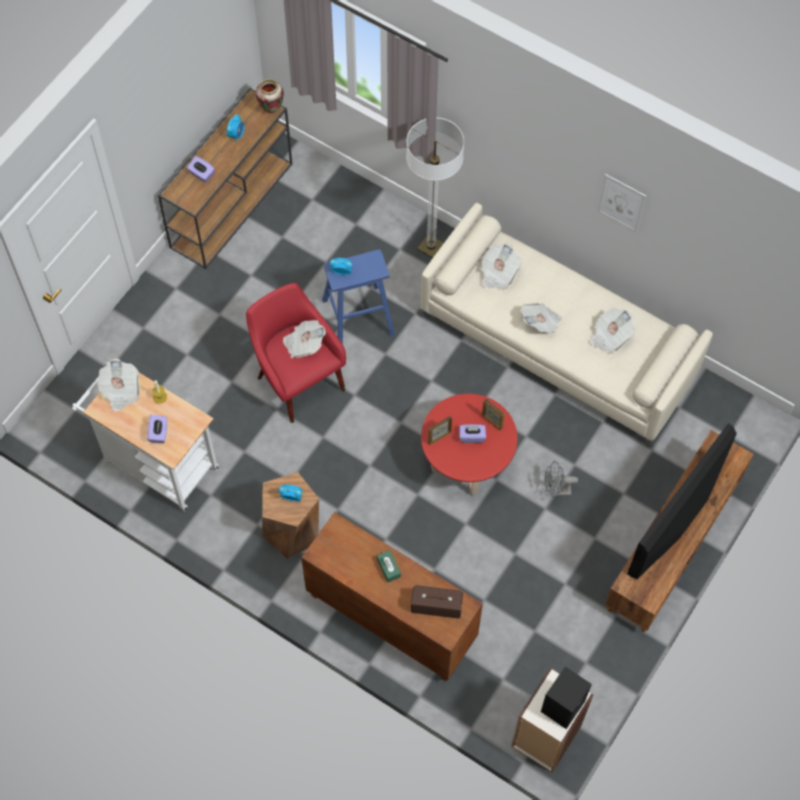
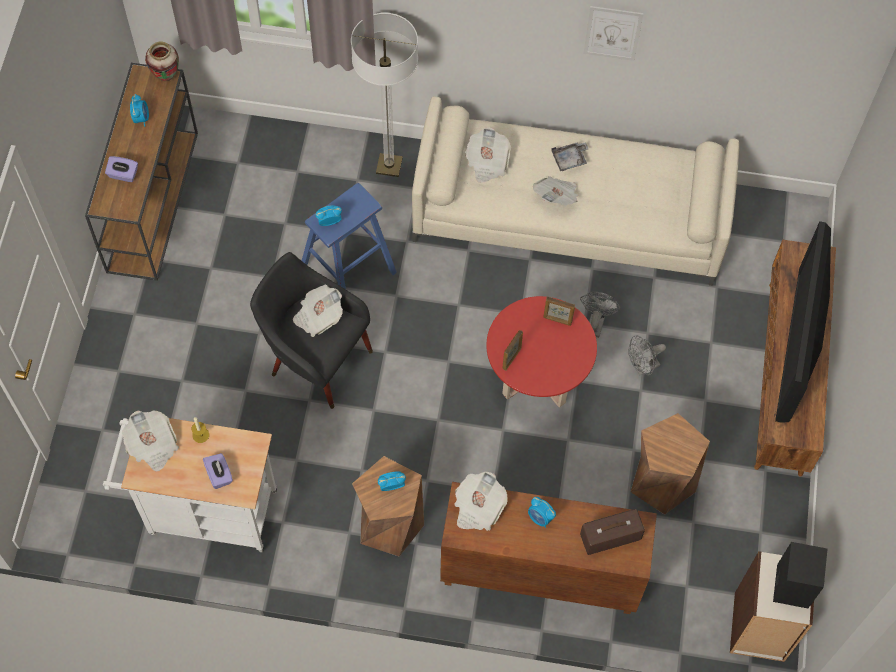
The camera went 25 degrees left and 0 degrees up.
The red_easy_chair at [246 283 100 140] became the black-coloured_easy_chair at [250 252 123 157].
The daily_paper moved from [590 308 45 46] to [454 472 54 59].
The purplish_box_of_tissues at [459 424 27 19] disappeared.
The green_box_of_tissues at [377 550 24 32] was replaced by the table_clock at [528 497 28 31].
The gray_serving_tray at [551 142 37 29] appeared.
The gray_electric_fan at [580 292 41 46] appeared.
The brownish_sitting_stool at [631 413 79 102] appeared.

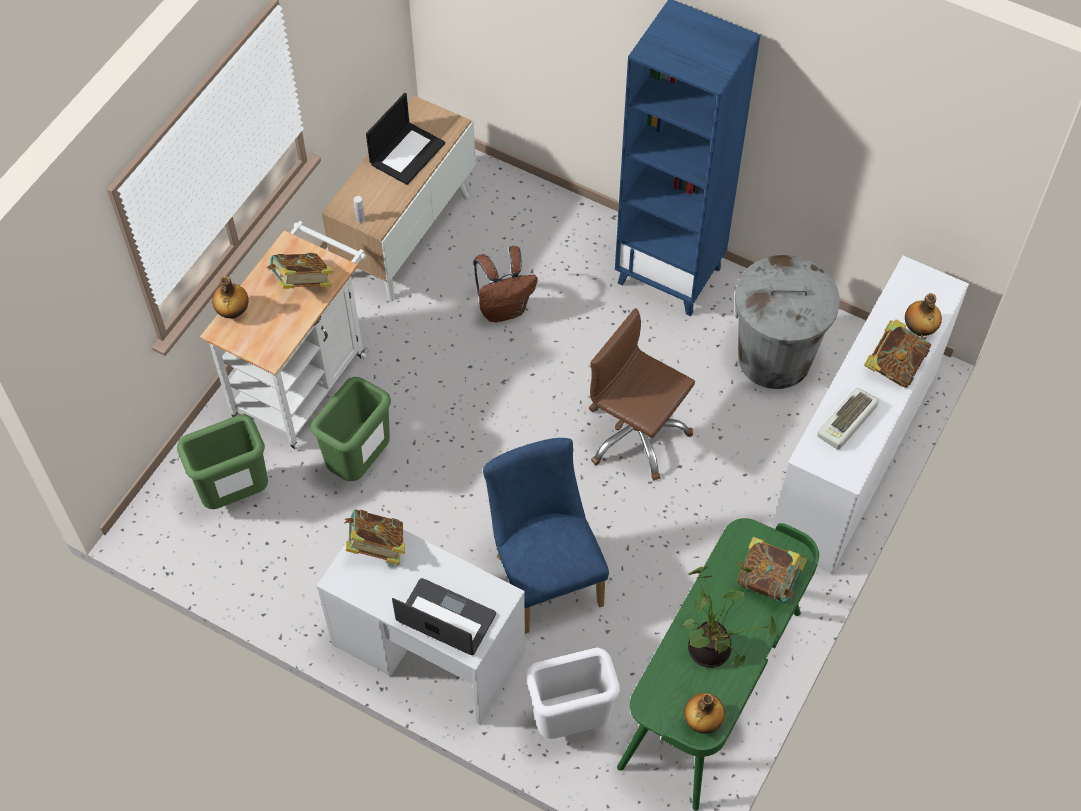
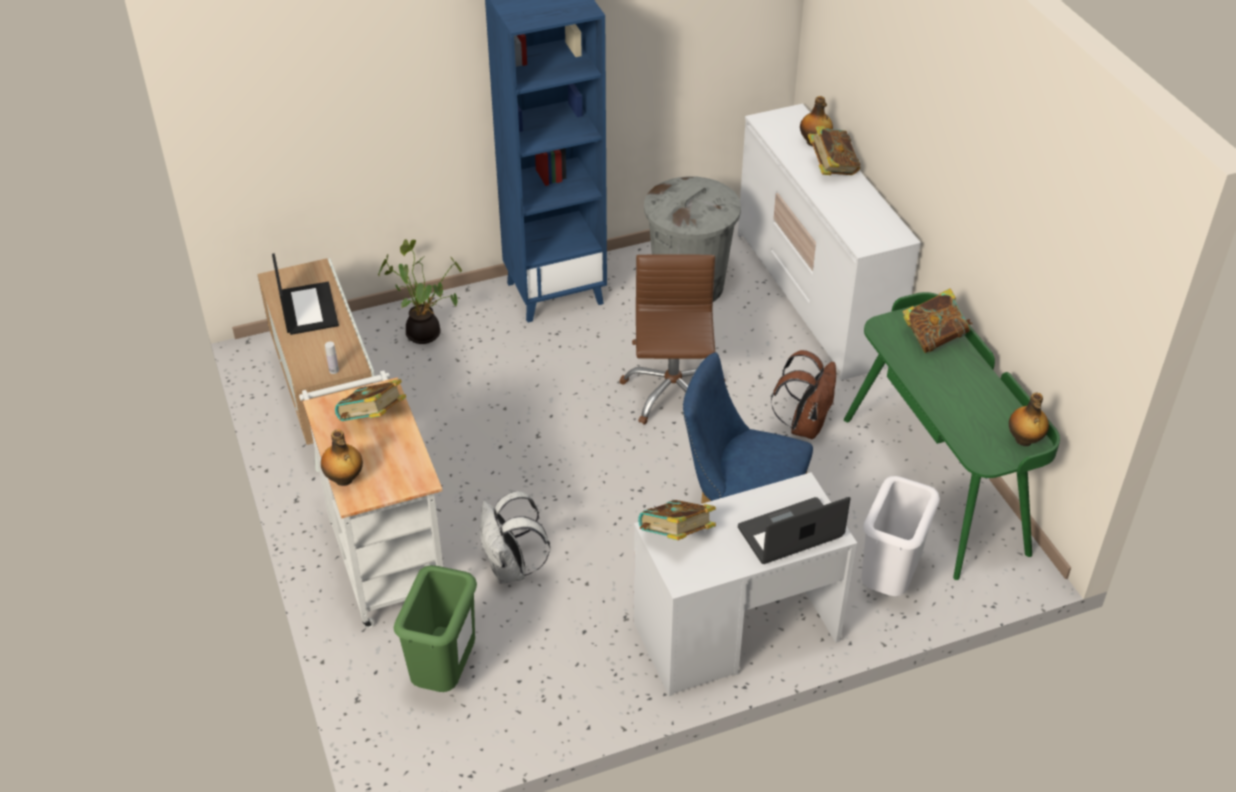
The camera went 50 degrees left and 15 degrees down.
The brownish_rucksack moved from [473 246 65 76] to [771 350 65 89].
The brownish_office_chair at [589 308 106 173] turned 105 degrees clockwise.
The green_waste_bin at [311 377 80 104] was replaced by the whitish_rucksack at [480 491 70 93].
The PC_keyboard at [817 388 62 62] disappeared.
The plant_in_a_pot moved from [683 561 93 108] to [378 239 84 105].

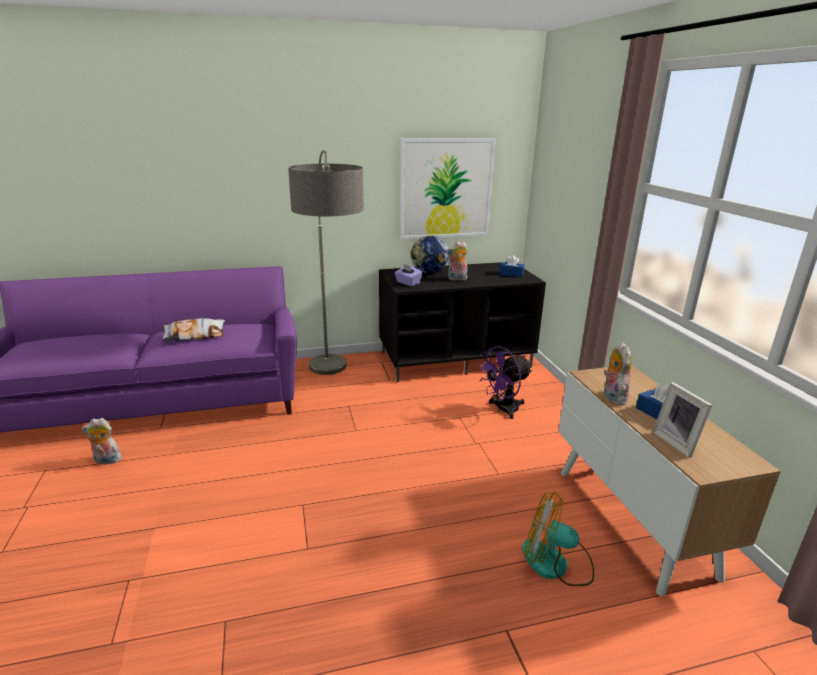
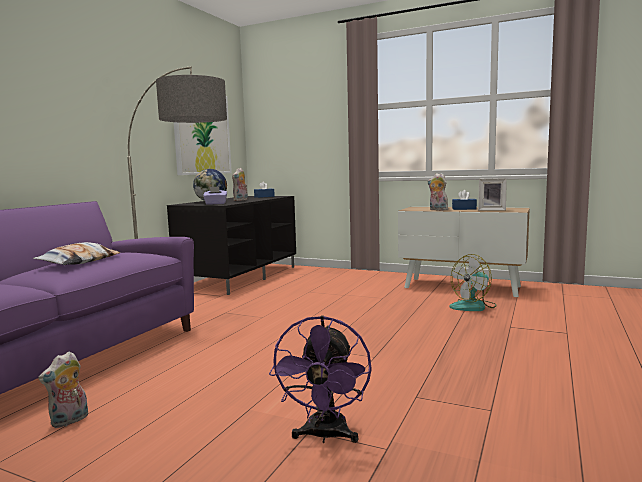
The camera went 50 degrees left and 15 degrees down.
The purplish_electric_fan moved from [477 346 56 73] to [269 316 103 127].

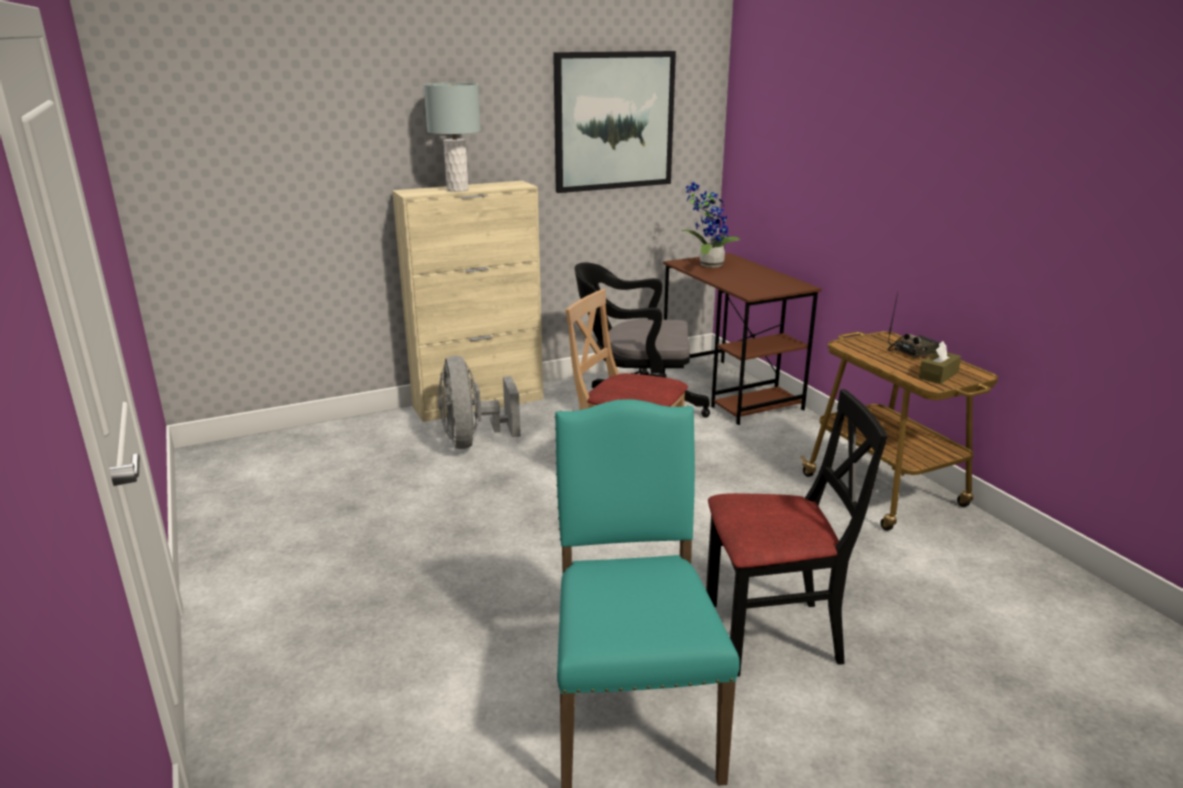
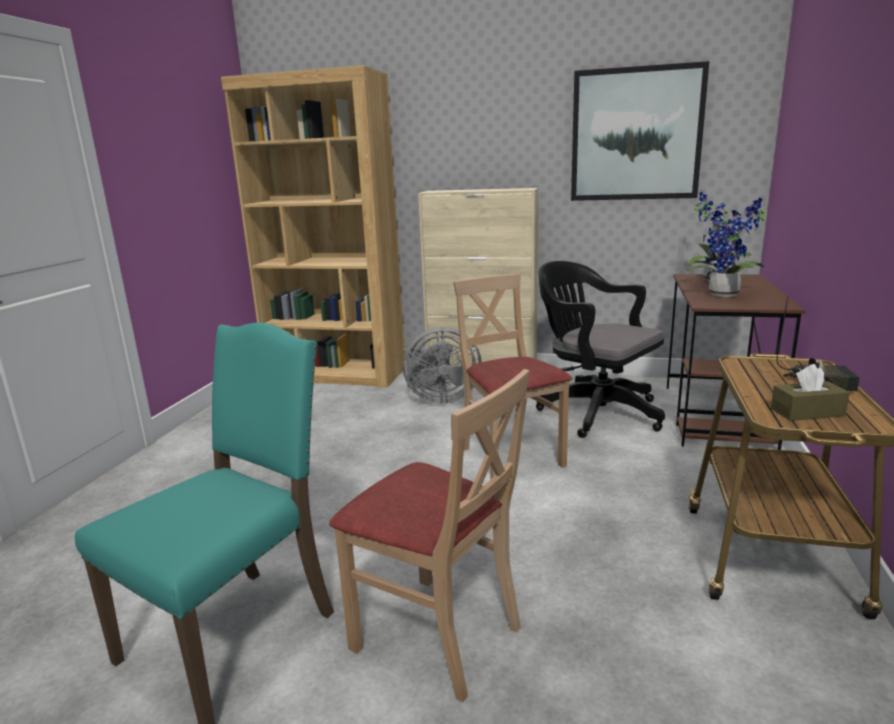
The camera went 40 degrees right and 5 degrees down.
The gray_table_lamp at [424 83 57 109] disappeared.
The gray_electric_fan at [438 356 83 93] turned 120 degrees counterclockwise.
The black-coloured_plain_chair at [706 389 182 288] became the beige-coloured_plain_chair at [329 369 200 333].
The brownish_bookshelf at [221 65 185 323] appeared.
The plant_in_a_pot at [686 197 80 100] appeared.

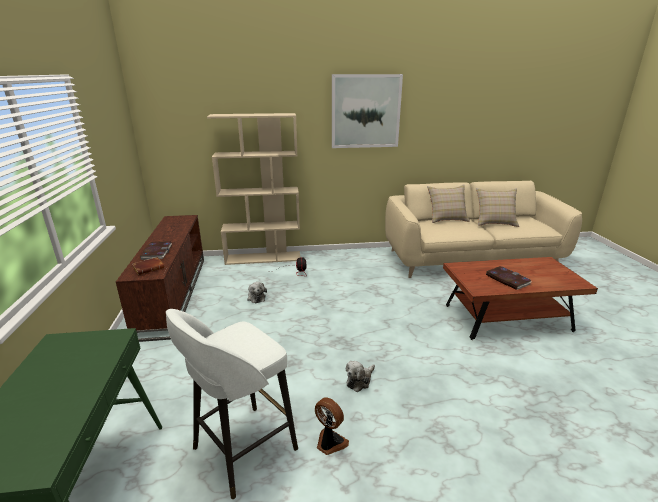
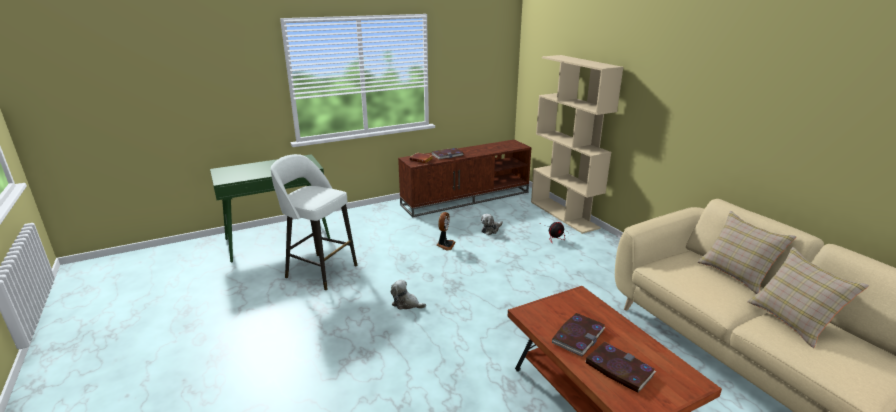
The camera went 70 degrees right and 0 degrees up.
The wall_art at [332 74 71 74] disappeared.
The electric_fan moved from [315 397 34 58] to [437 212 19 39].
The bound_book at [585 342 71 51] appeared.

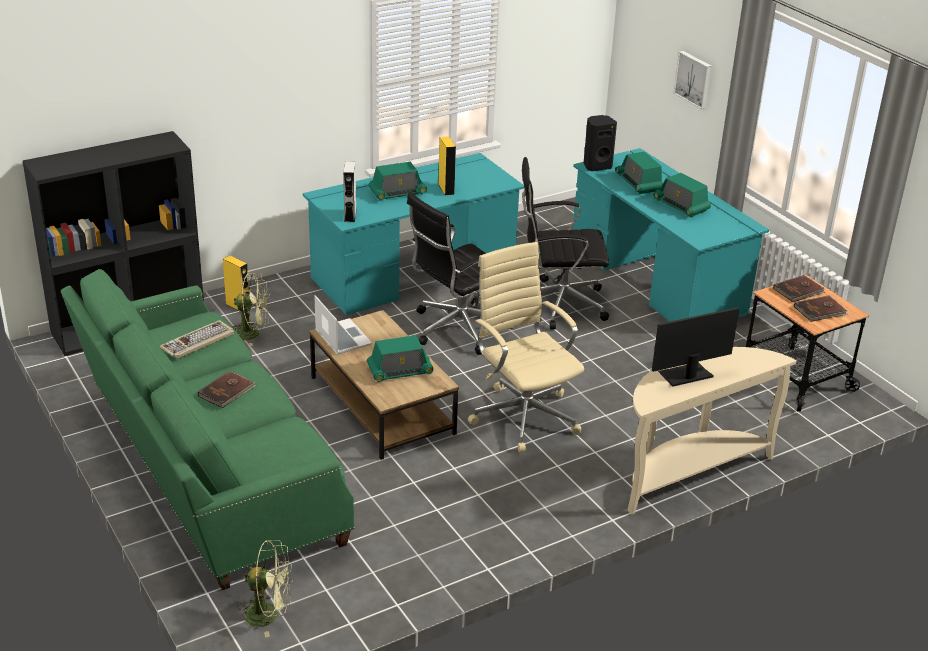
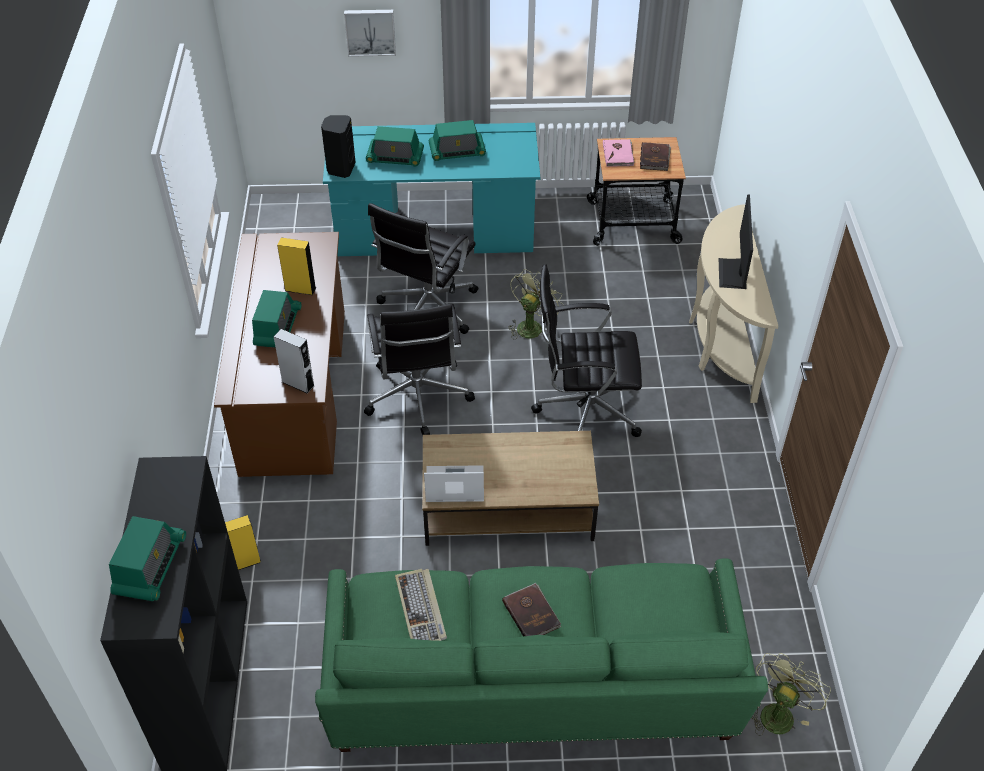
The camera went 60 degrees left and 15 degrees up.
The turquoise_desk_unit at [303 153 222 162] became the brownish_desk_unit at [214 232 131 245].
The beige-coloured_office_chair at [468 242 116 211] became the black-coloured_office_chair at [531 264 111 173].
The green_electric_fan moved from [233 273 38 73] to [508 269 55 70].
The brownish_bound_book at [773 275 52 27] became the pinkish_bound_book at [603 139 31 28].
The radio_receiver moved from [367 335 66 47] to [109 516 77 85].

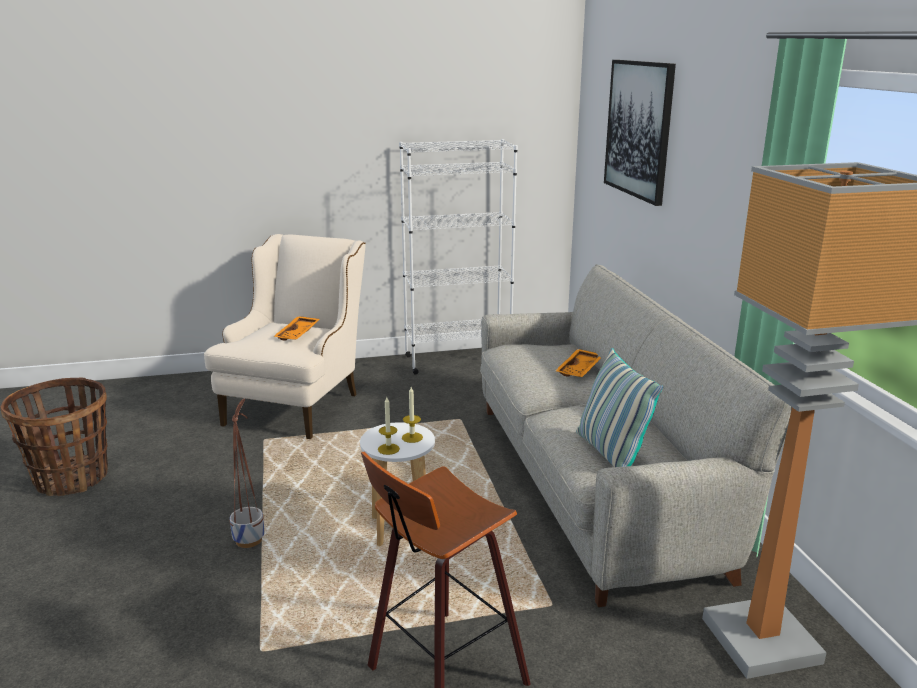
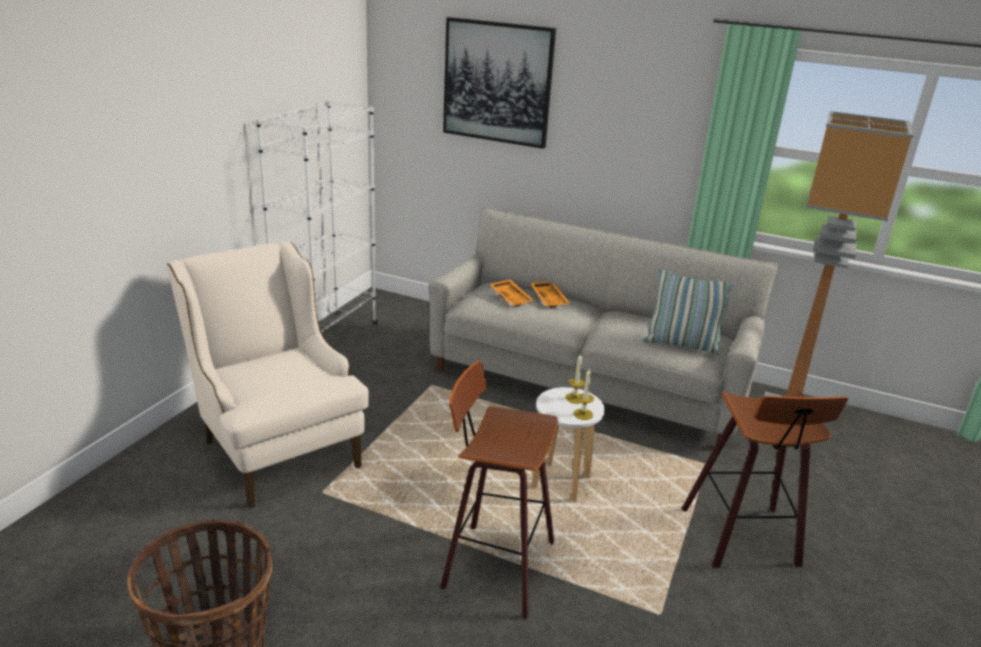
The camera went 55 degrees left and 5 degrees up.
The orange-coloured_serving_tray moved from [273 316 47 25] to [490 279 44 28].
The planter at [230 399 35 149] was replaced by the sitting_stool at [440 361 118 259].

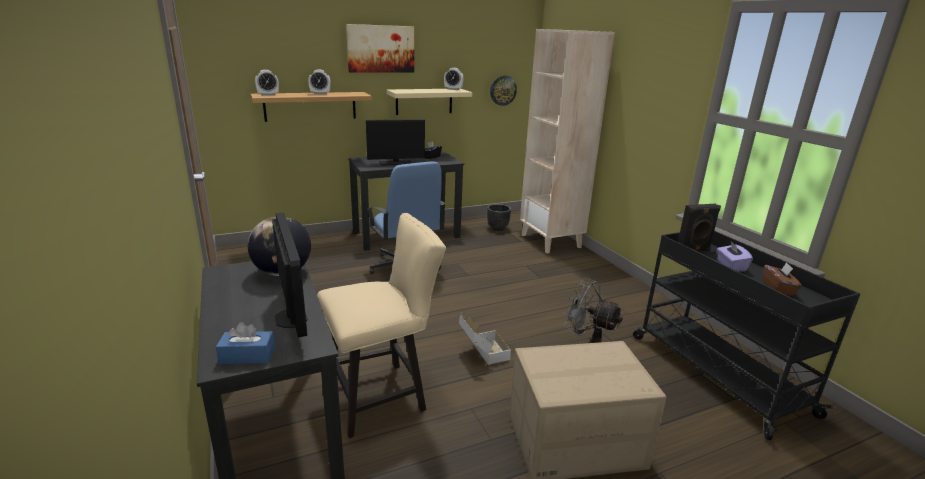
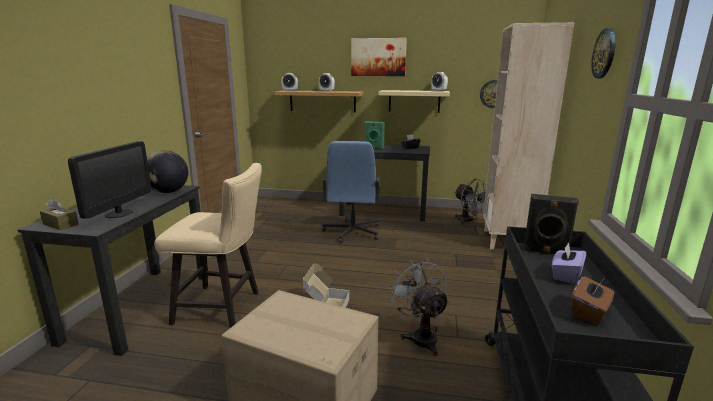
The camera went 35 degrees right and 5 degrees down.
The monitor at [366 119 59 47] was replaced by the green_loudspeaker at [365 121 20 29].
The black-coloured_planter at [487 204 24 27] was replaced by the gray_electric_fan at [454 179 33 45].
The blue-coloured_box_of_tissues at [216 322 59 42] became the brownish_box_of_tissues at [40 198 39 32].
The hanging_clock at [591 29 25 49] appeared.

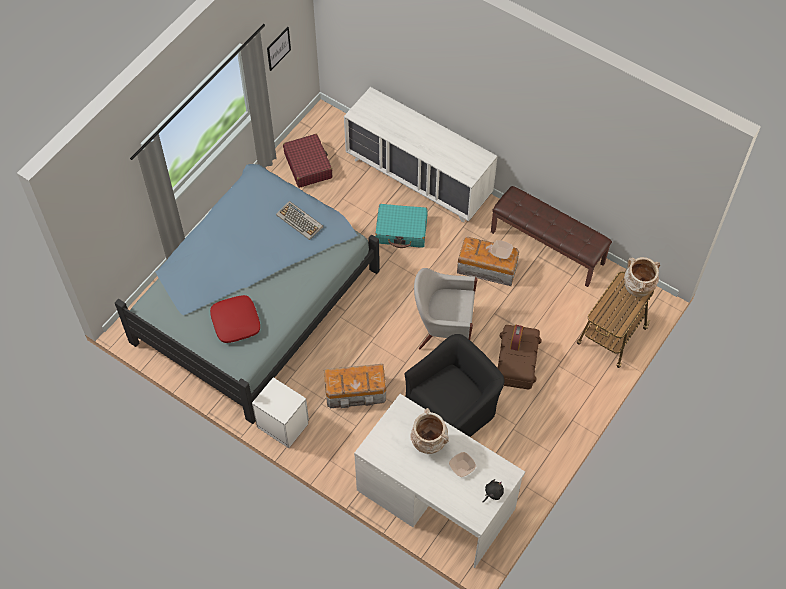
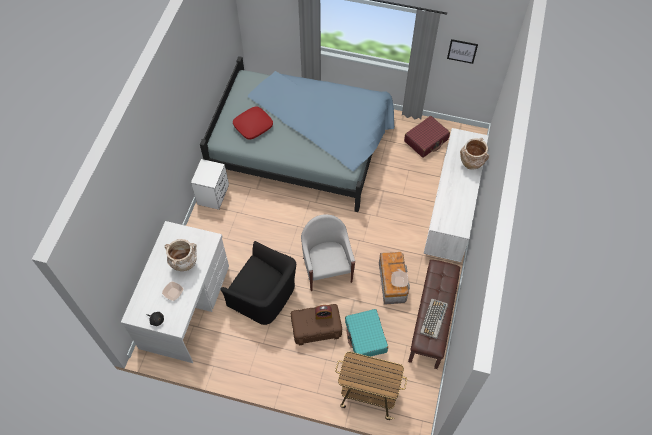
The camera went 70 degrees right and 0 degrees up.
The PC_keyboard moved from [276 201 47 39] to [420 299 28 40].
The turquoise_piece_of_luggage moved from [375 204 53 44] to [345 309 43 48].
The beige-coloured_decorative_vase moved from [624 257 36 40] to [460 138 29 32].
The storage_container at [324 364 62 44] disappeared.

